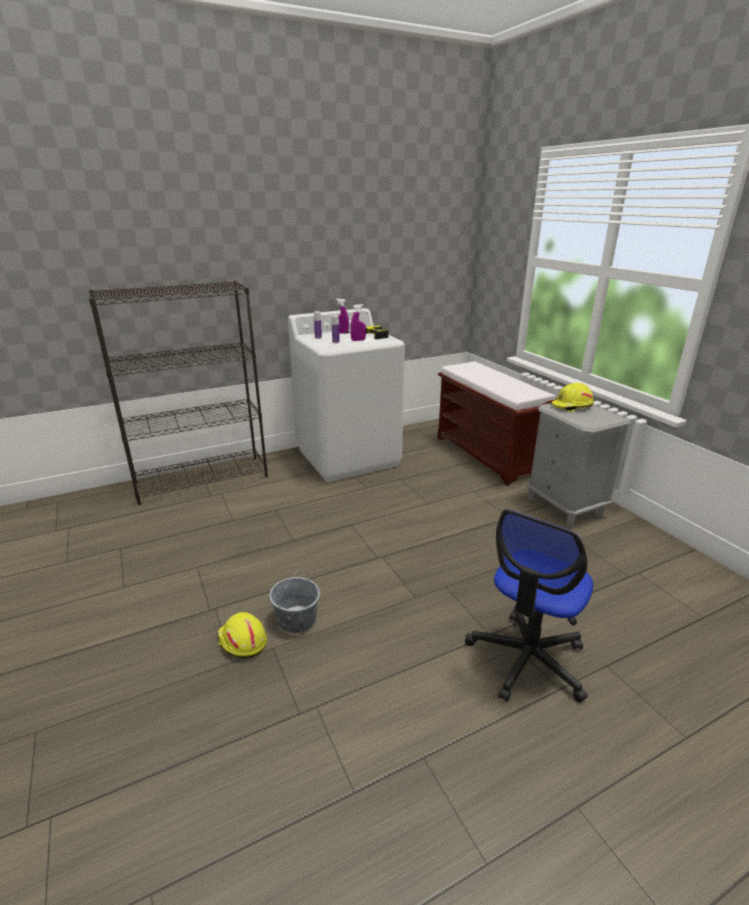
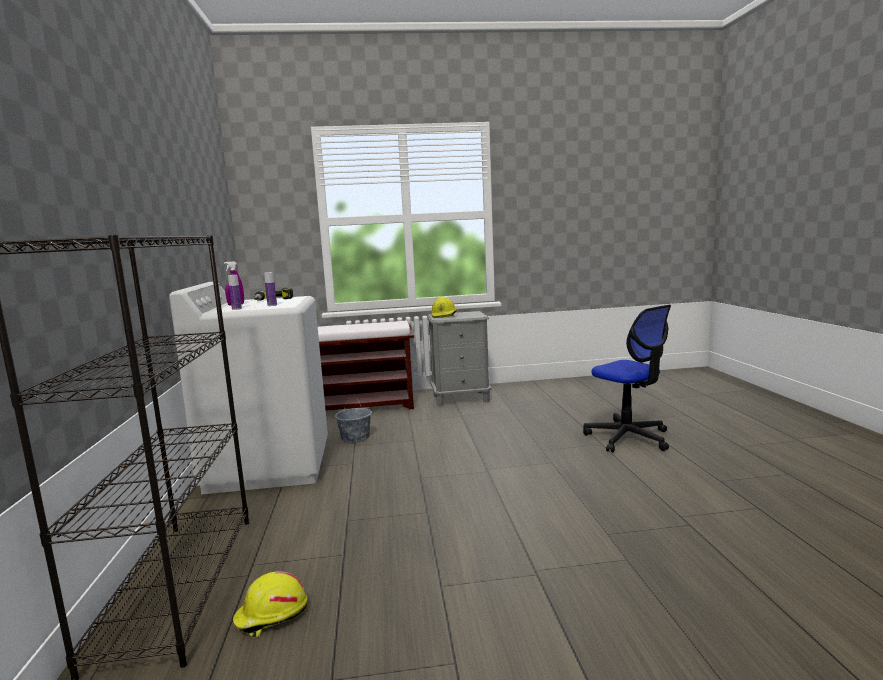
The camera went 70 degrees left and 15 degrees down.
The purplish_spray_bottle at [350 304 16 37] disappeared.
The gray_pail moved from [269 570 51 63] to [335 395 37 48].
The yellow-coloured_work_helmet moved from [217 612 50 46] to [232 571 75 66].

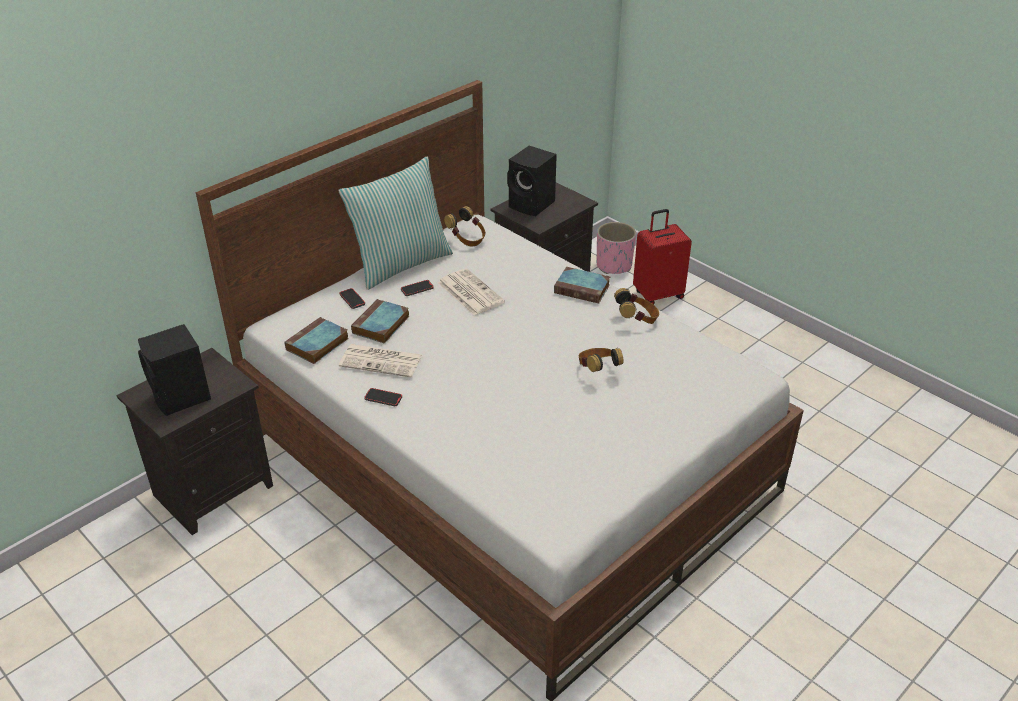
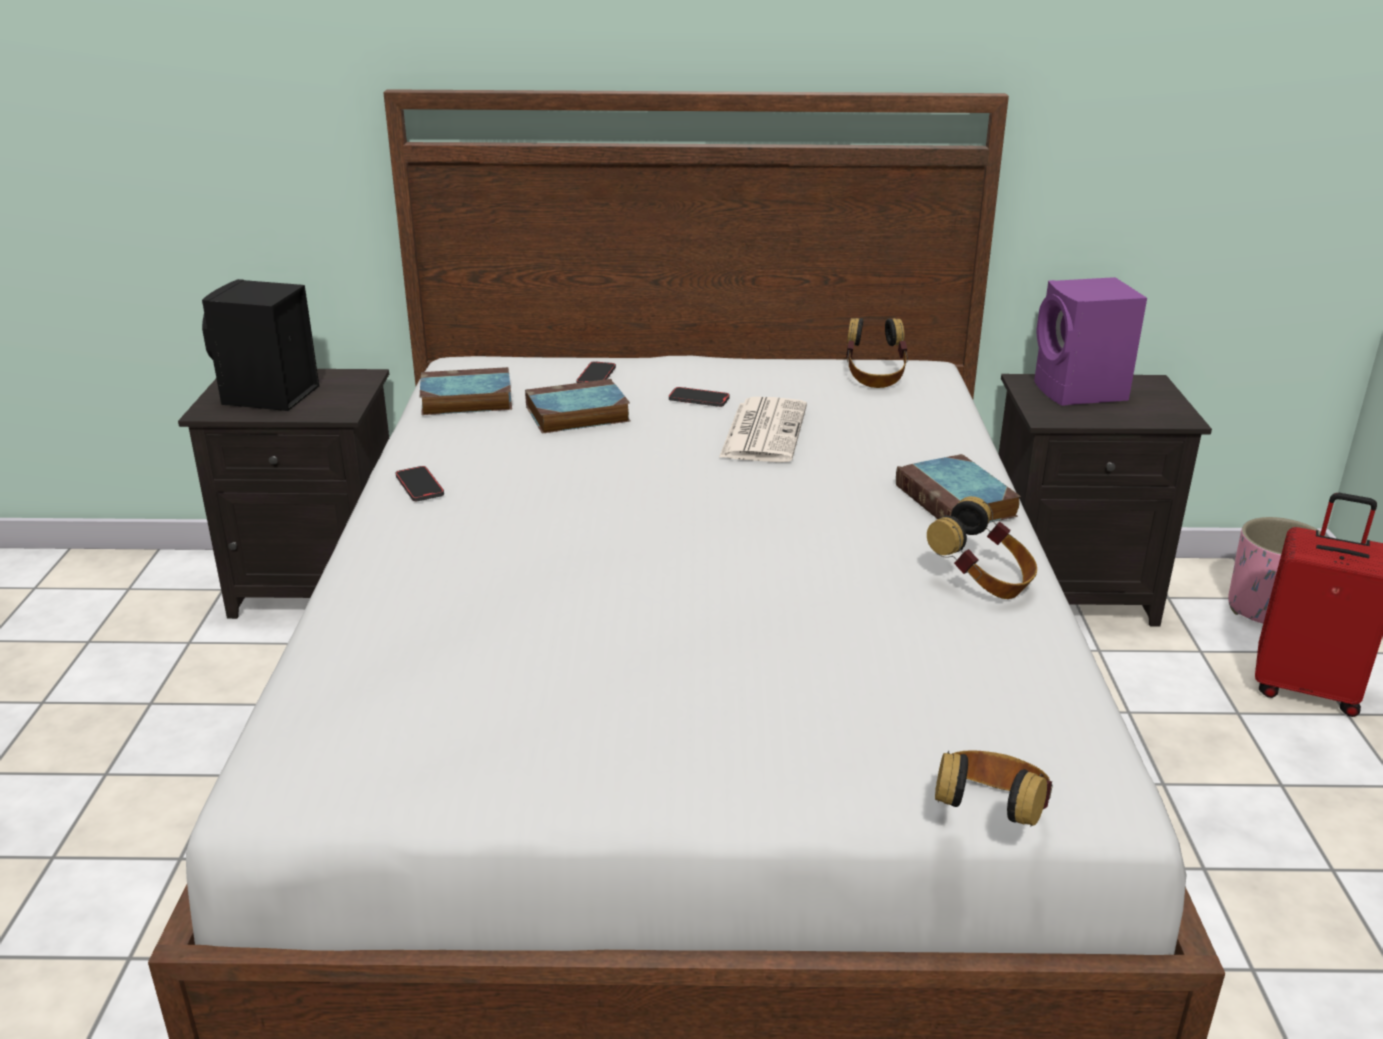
The camera went 45 degrees right and 10 degrees down.
The black-coloured_loudspeaker at [507 146 50 70] became the purplish_loudspeaker at [1034 277 113 129].
The cushion at [338 156 115 134] disappeared.
The daily_paper at [339 344 83 33] disappeared.
The headset moved from [579 348 45 24] to [935 750 118 76].

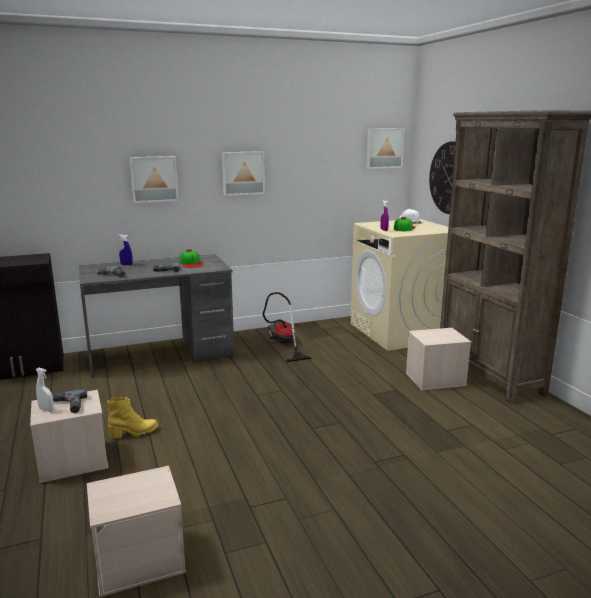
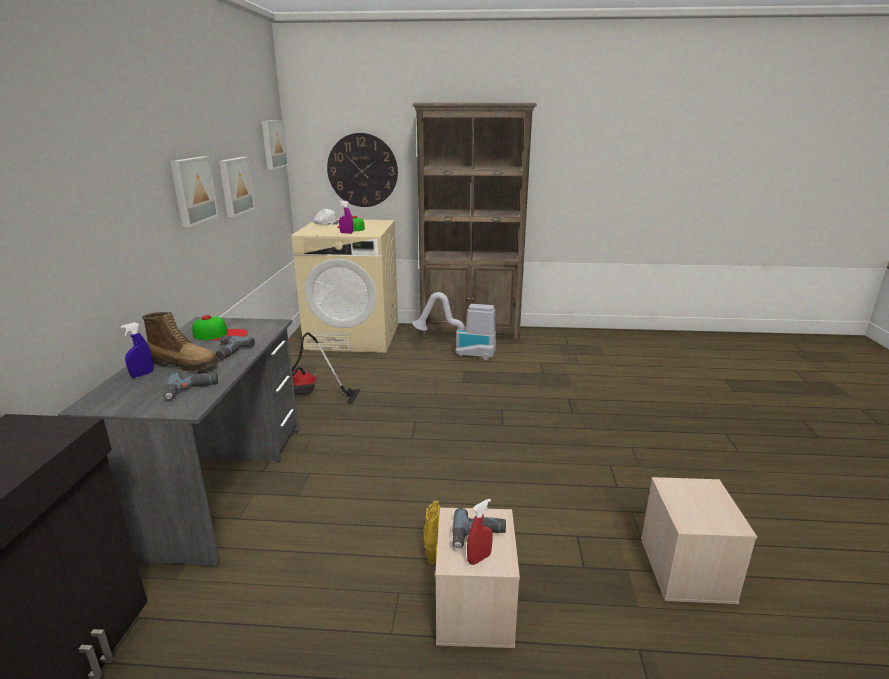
The camera went 65 degrees left and 5 degrees up.
The wall_art moved from [130 156 49 47] to [219 157 36 60].
The beige-coloured_storage_container at [406 328 65 62] was replaced by the hoover at [412 292 84 68].
The whitish_spray_bottle at [35 367 19 45] became the red_spray_bottle at [467 499 25 66].
The high-top_boot at [142 312 77 59] appeared.

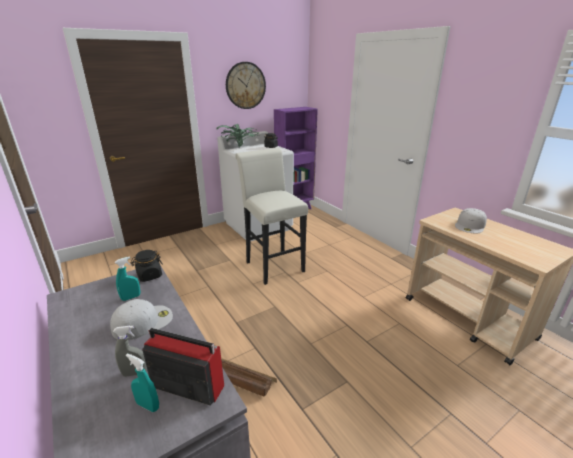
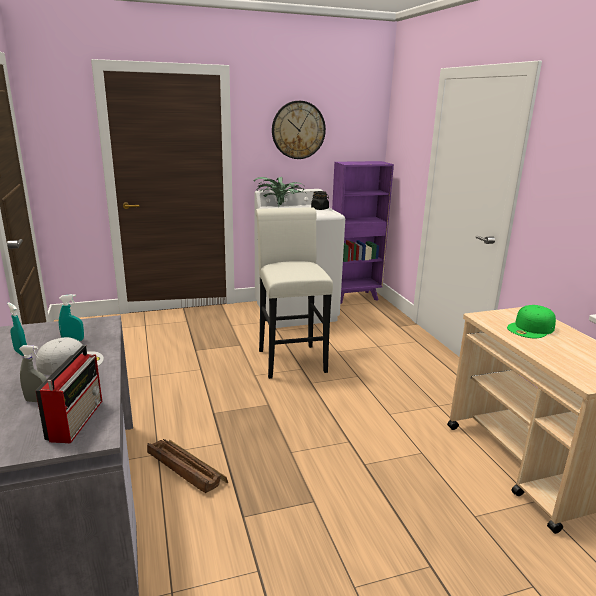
The camera went 15 degrees right and 5 degrees down.
The whitish_baseball_cap at [455 208 32 25] became the green_baseball_cap at [507 305 49 34].
The black-coloured_storage_jar at [131 250 32 32] disappeared.
The radio_receiver at [142 328 82 78] turned 60 degrees clockwise.
The turquoise_spray_bottle moved from [126 354 33 58] to [7 302 20 54].

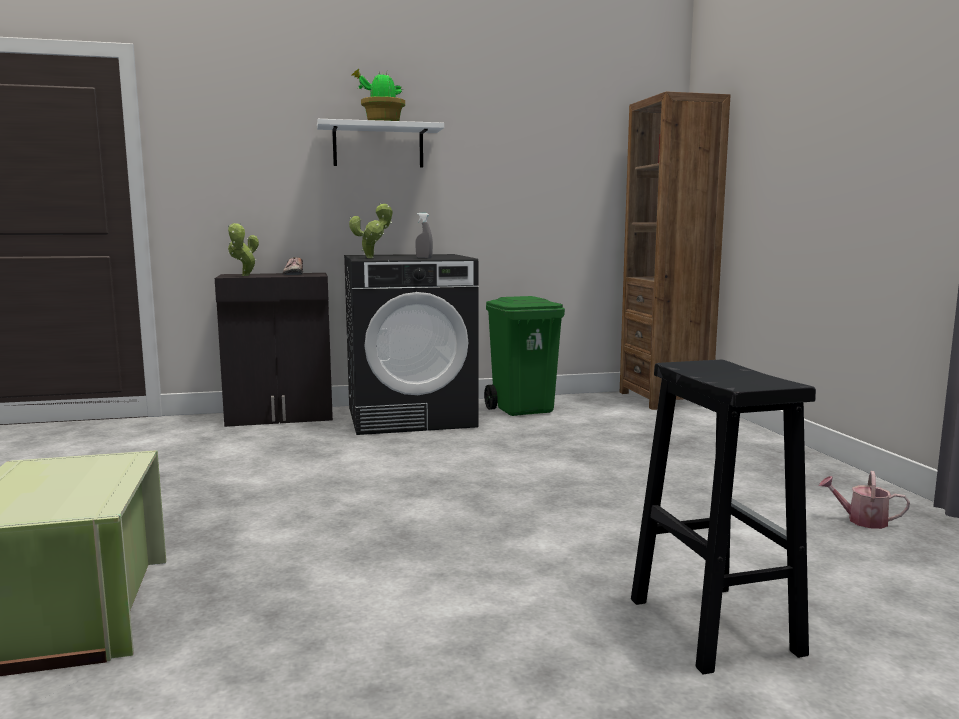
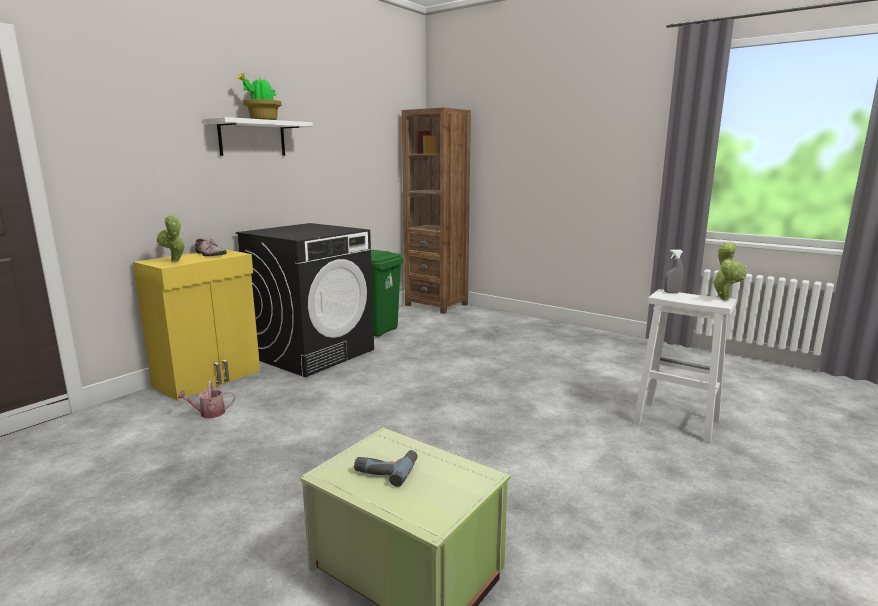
The camera went 40 degrees left and 5 degrees up.
The plant_in_a_pot moved from [349 203 44 55] to [712 242 34 59].
The gray_spray_bottle moved from [415 213 18 45] to [664 249 20 44].
The black-coloured_cabinet at [215 273 118 154] became the yellow-coloured_cabinet at [133 249 127 152].
The black-coloured_sitting_stool at [631 360 185 315] became the whitish_sitting_stool at [633 289 104 154].
The watering_pot moved from [819 471 91 58] to [177 381 58 37].
The power_drill at [354 450 64 37] appeared.

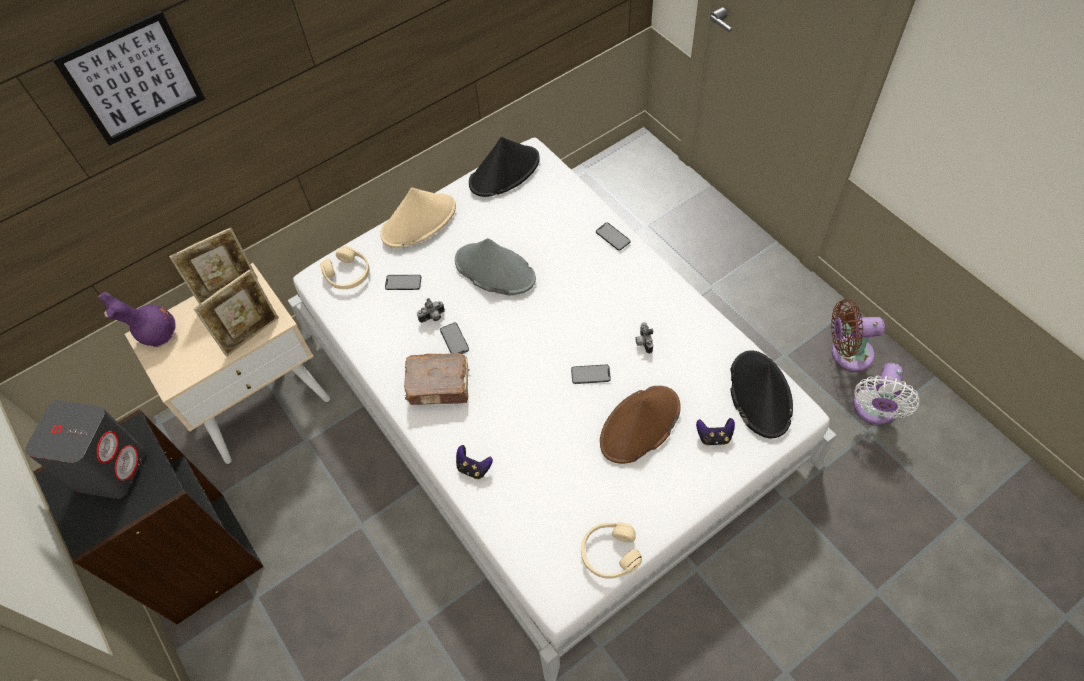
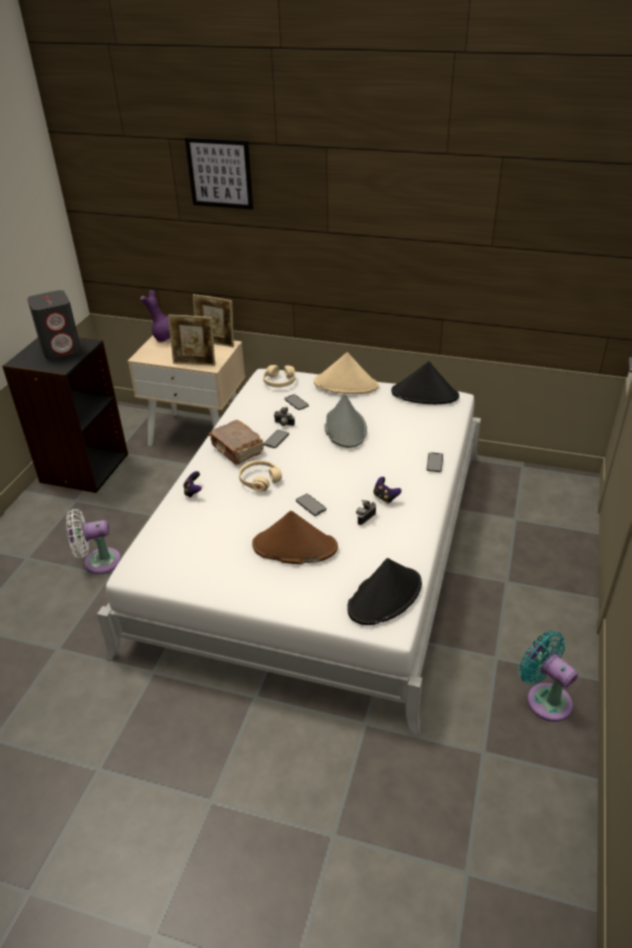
The camera went 50 degrees right and 20 degrees down.
The brownish_electric_fan at [831 299 54 72] became the turquoise_electric_fan at [519 631 59 91].
The whitish_electric_fan moved from [853 363 67 62] to [66 509 55 65].
The game_controller moved from [696 418 39 28] to [373 477 29 27].
The beige-coloured_headset moved from [581 522 61 57] to [239 460 43 32].

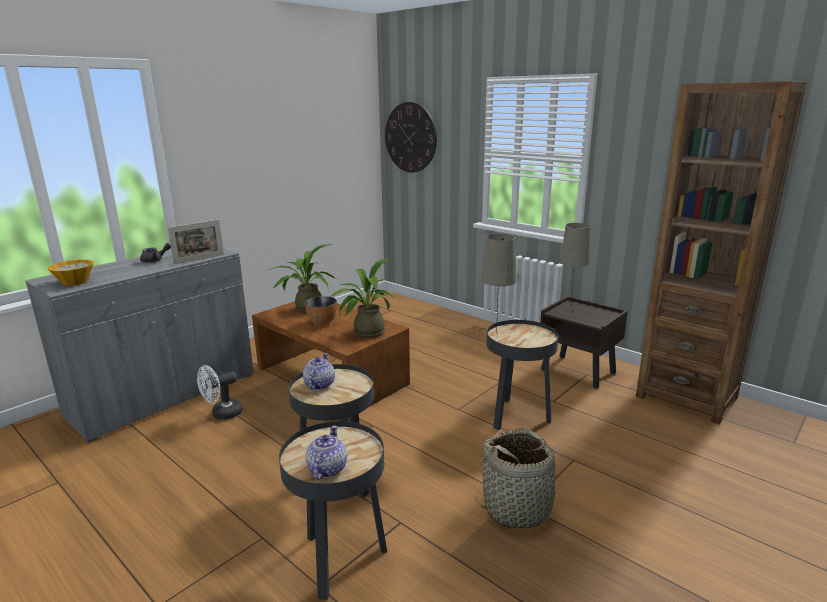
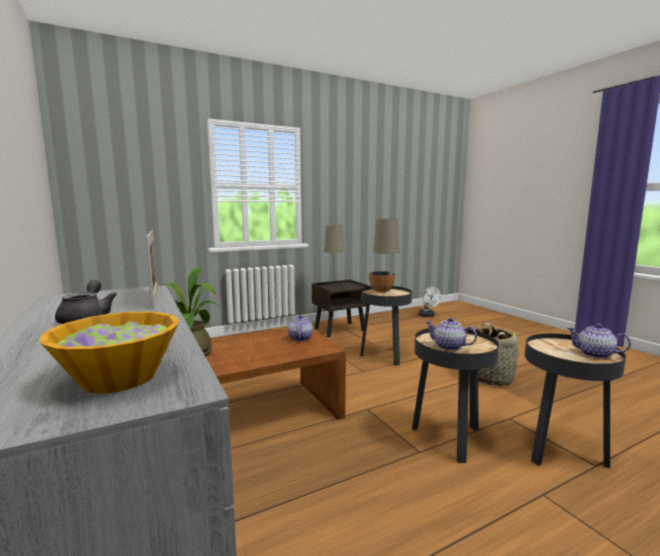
The camera went 70 degrees left and 10 degrees down.
The brownish_bookshelf at [636 81 171 344] disappeared.
The hanging_clock at [385 102 52 71] disappeared.
The plant_in_a_pot at [329 258 65 80] was replaced by the teapot at [288 315 25 26].
The bowl moved from [304 296 33 29] to [369 271 26 21].
The whitish_electric_fan moved from [197 365 46 55] to [418 287 23 30].

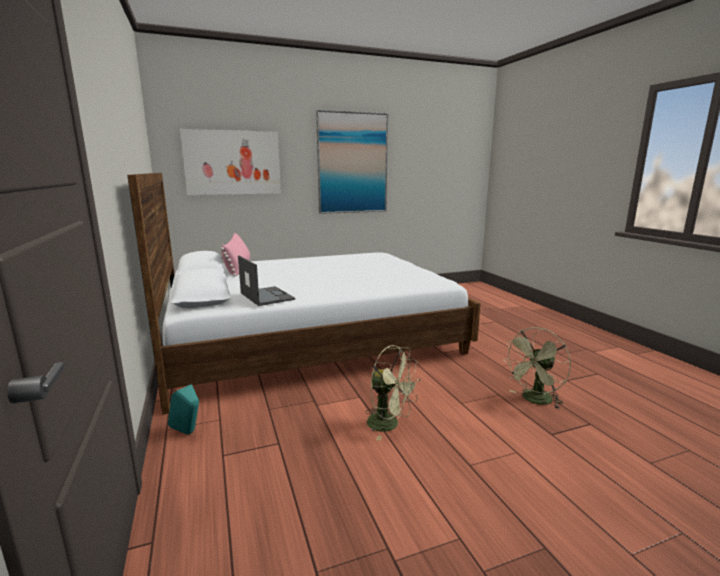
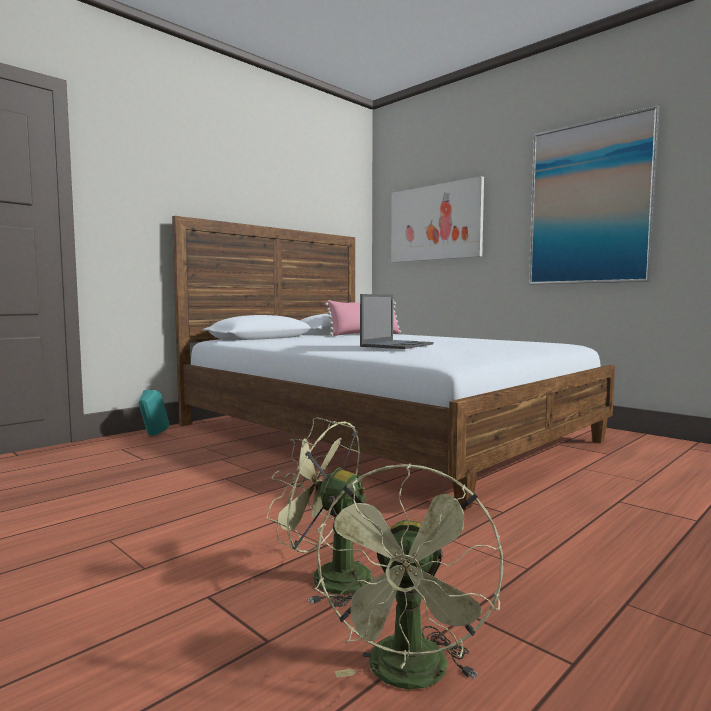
The camera went 65 degrees right and 10 degrees down.
The notebook_computer moved from [238 256 57 50] to [360 294 74 55].
The green_electric_fan moved from [365 345 55 96] to [314 463 189 226].

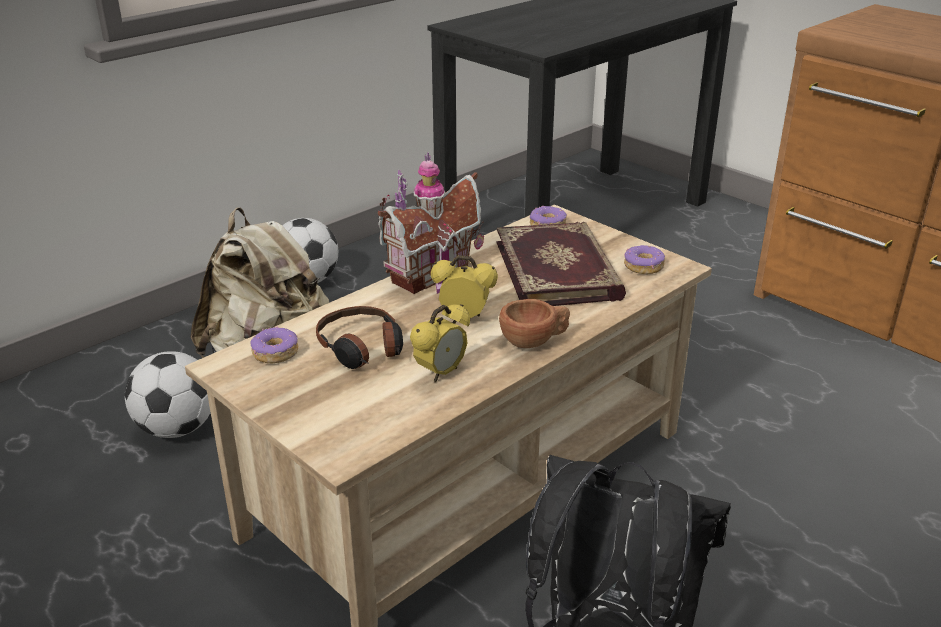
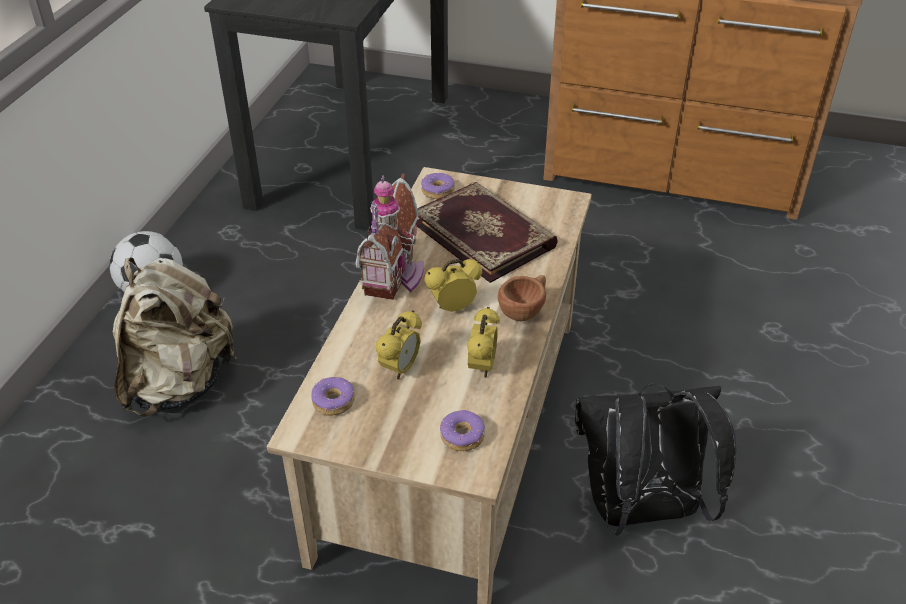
The camera went 30 degrees left and 10 degrees up.
The donut moved from [624 245 41 29] to [440 410 45 41].
The headset at [316 306 87 63] was replaced by the table_clock at [376 310 46 69].
The ball_for_football at [125 351 86 87] disappeared.

